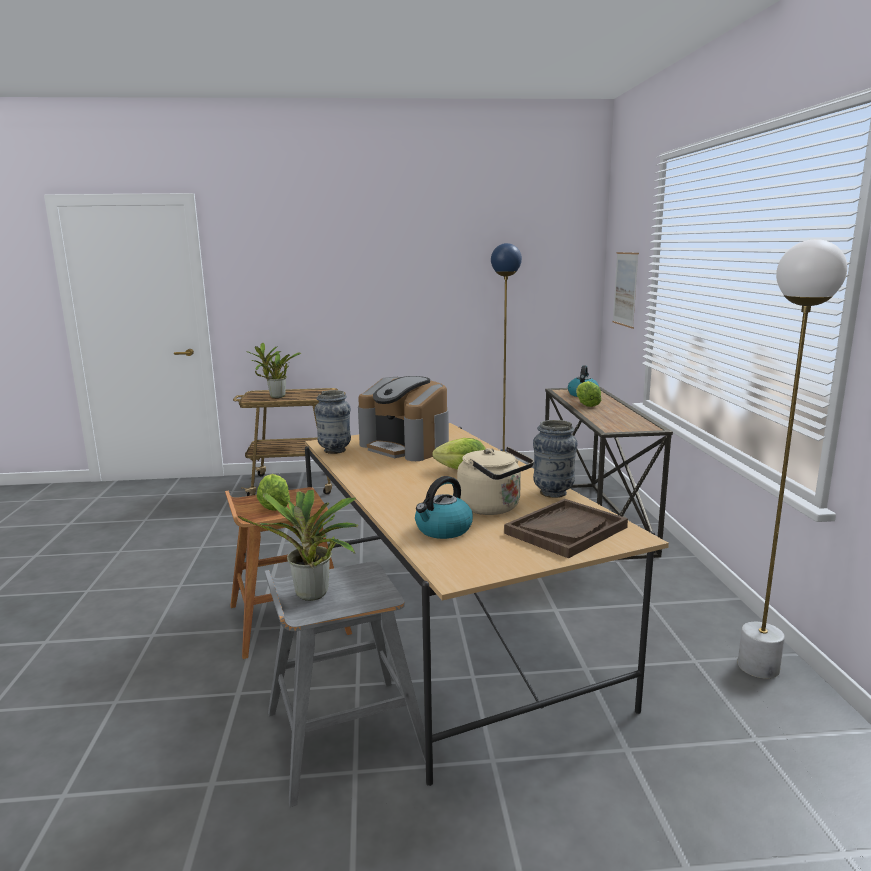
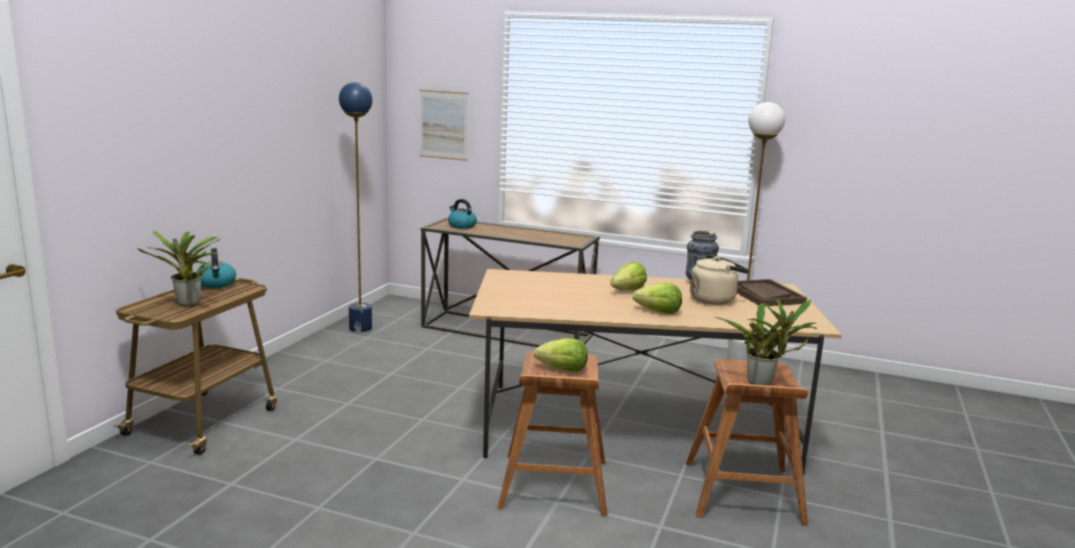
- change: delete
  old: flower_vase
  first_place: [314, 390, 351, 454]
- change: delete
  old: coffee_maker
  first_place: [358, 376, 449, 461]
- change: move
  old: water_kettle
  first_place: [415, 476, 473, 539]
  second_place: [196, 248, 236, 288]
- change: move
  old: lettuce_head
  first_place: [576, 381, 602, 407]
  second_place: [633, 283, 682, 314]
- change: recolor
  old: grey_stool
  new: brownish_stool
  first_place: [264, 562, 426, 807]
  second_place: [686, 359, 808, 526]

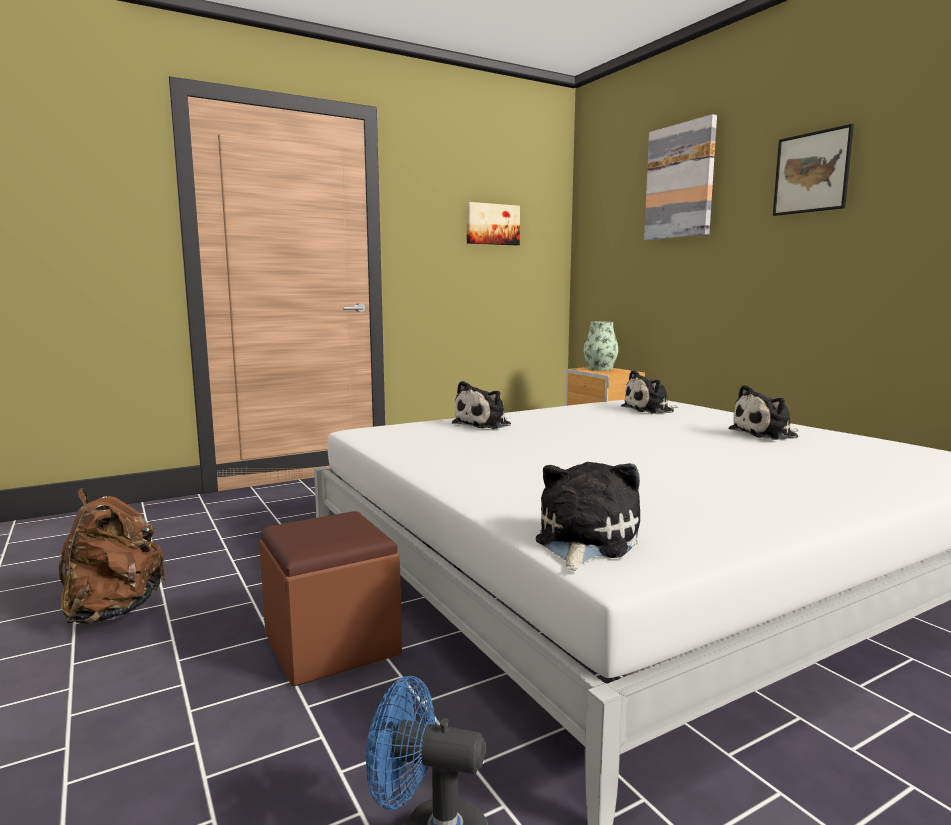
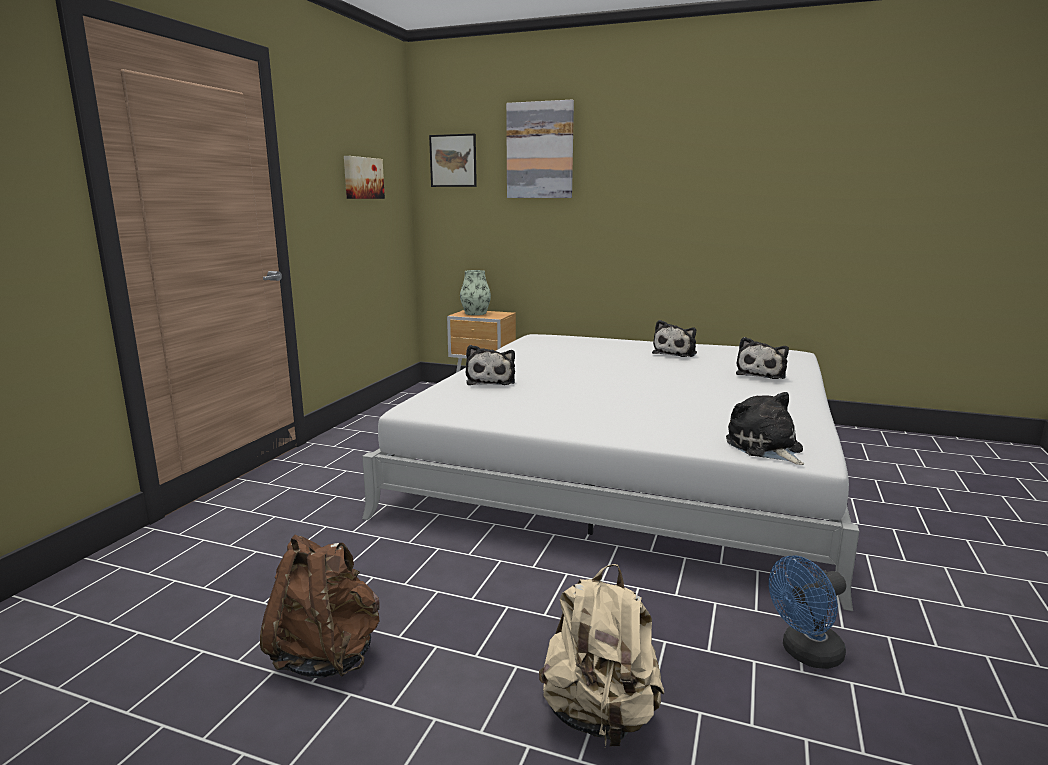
- change: delete
  old: brownish_ottoman
  first_place: [259, 511, 402, 687]
- change: insert
  new: beige-coloured_rucksack
  second_place: [539, 564, 664, 748]
- change: move
  old: soft_toy
  first_place: [621, 370, 677, 414]
  second_place: [736, 337, 789, 379]
- change: move
  old: picture
  first_place: [773, 124, 854, 216]
  second_place: [429, 134, 477, 187]

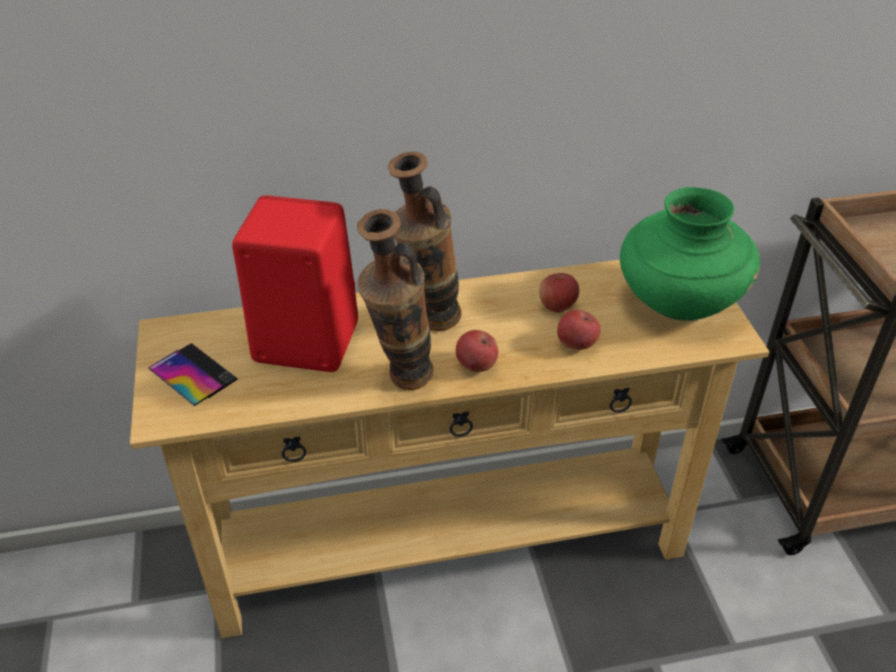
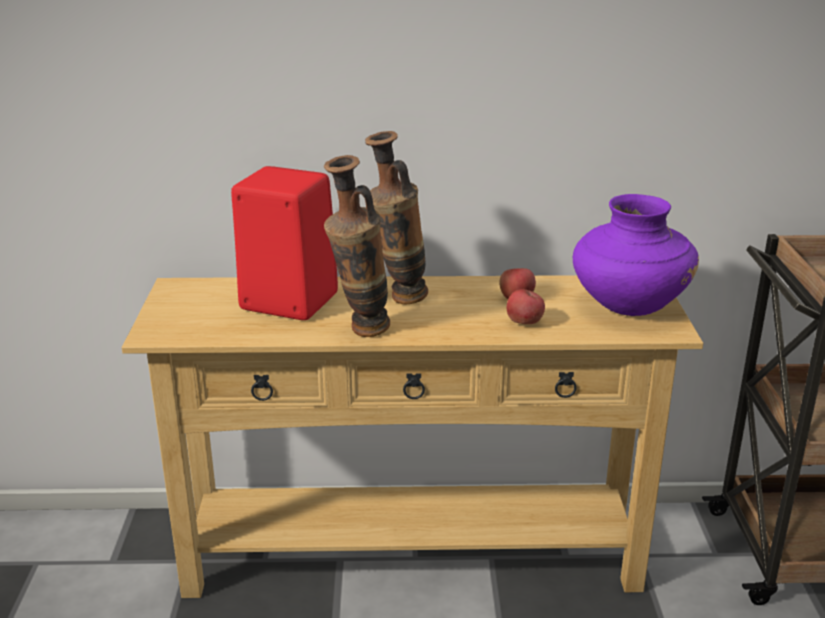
- change: delete
  old: handset
  first_place: [148, 343, 238, 406]
- change: delete
  old: apple_fruit
  first_place: [456, 330, 498, 372]
- change: recolor
  old: green-coloured_flower_vase
  new: purplish_flower_vase
  first_place: [620, 187, 760, 321]
  second_place: [573, 194, 699, 316]

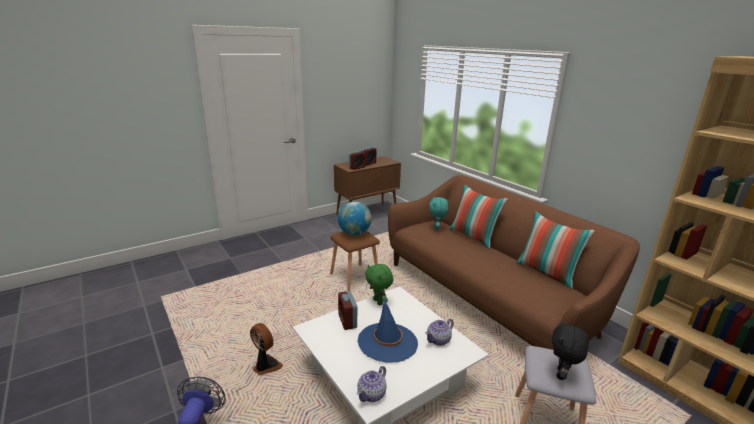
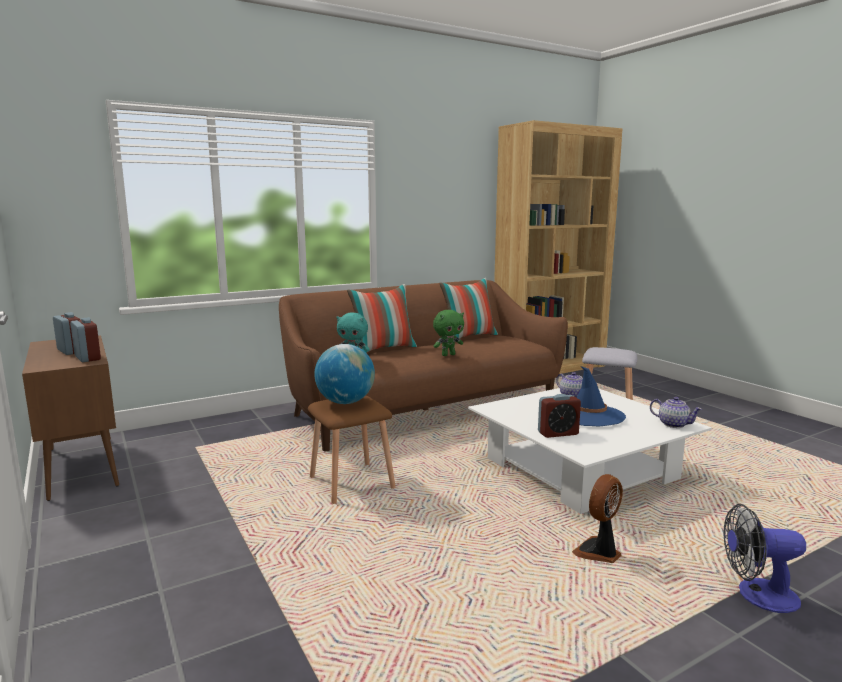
- change: delete
  old: blackish_soft_toy
  first_place: [552, 320, 589, 380]
- change: move
  old: green-coloured_soft_toy
  first_place: [365, 264, 394, 305]
  second_place: [433, 310, 464, 356]

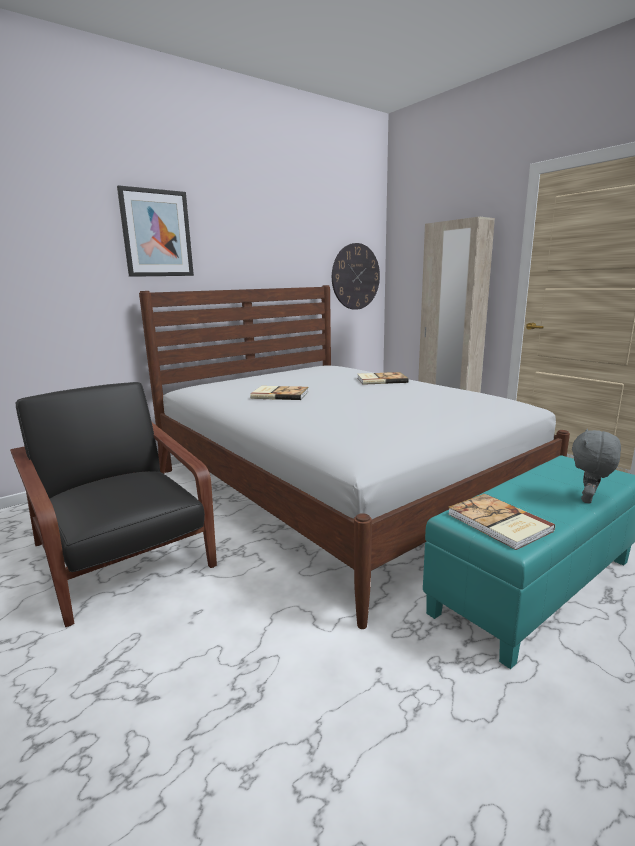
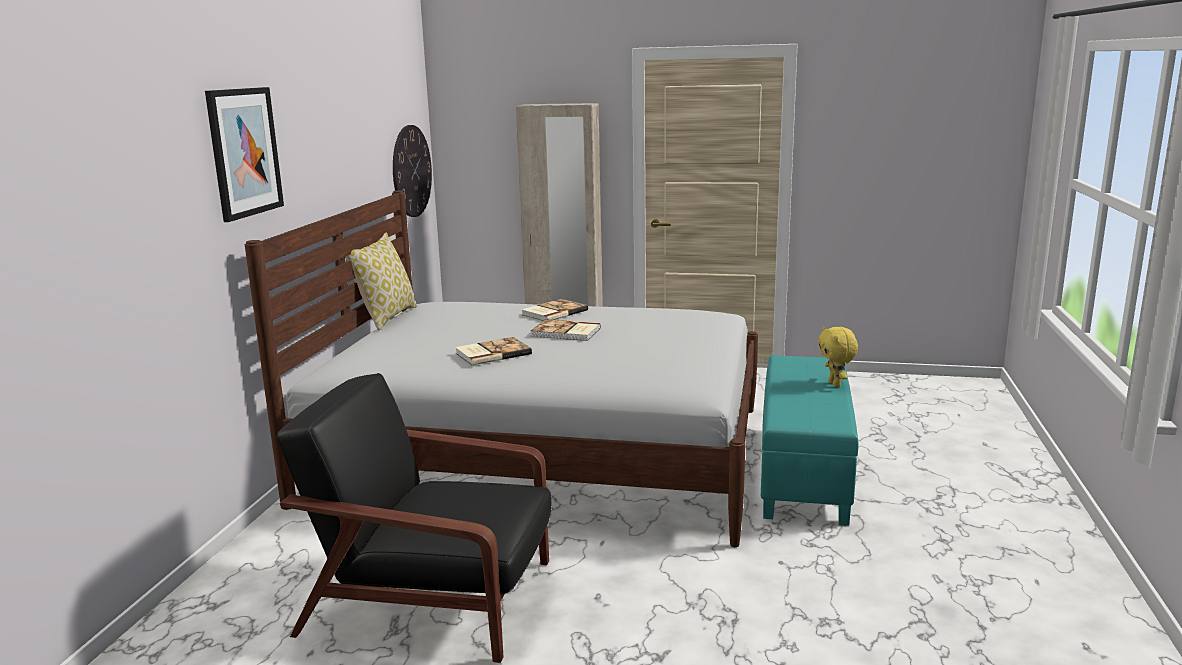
- change: insert
  new: cushion
  second_place: [346, 233, 417, 330]
- change: move
  old: book
  first_place: [448, 494, 555, 550]
  second_place: [531, 319, 601, 341]
- change: recolor
  old: grey_soft_toy
  new: yellowish_soft_toy
  first_place: [572, 429, 621, 504]
  second_place: [818, 327, 858, 387]

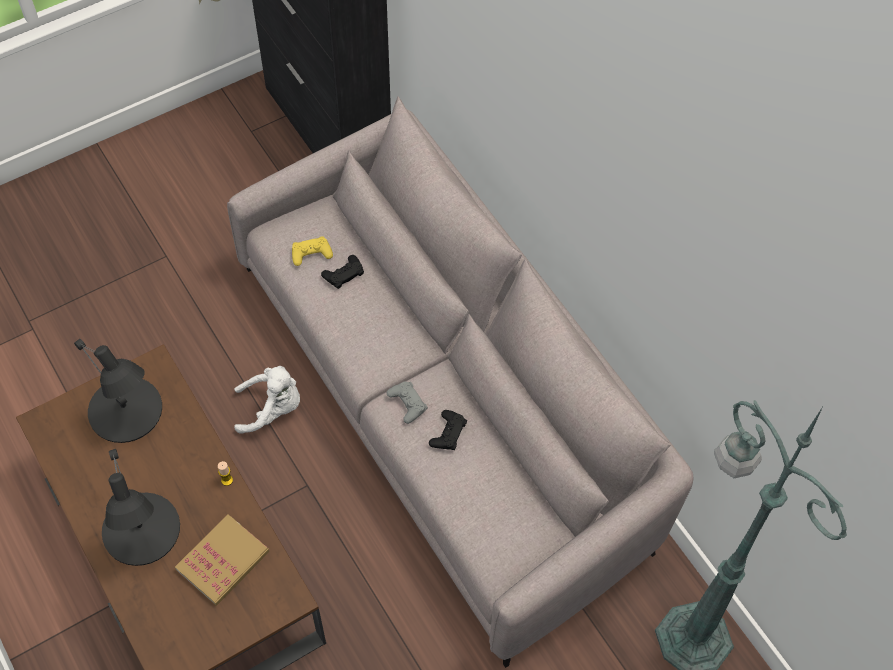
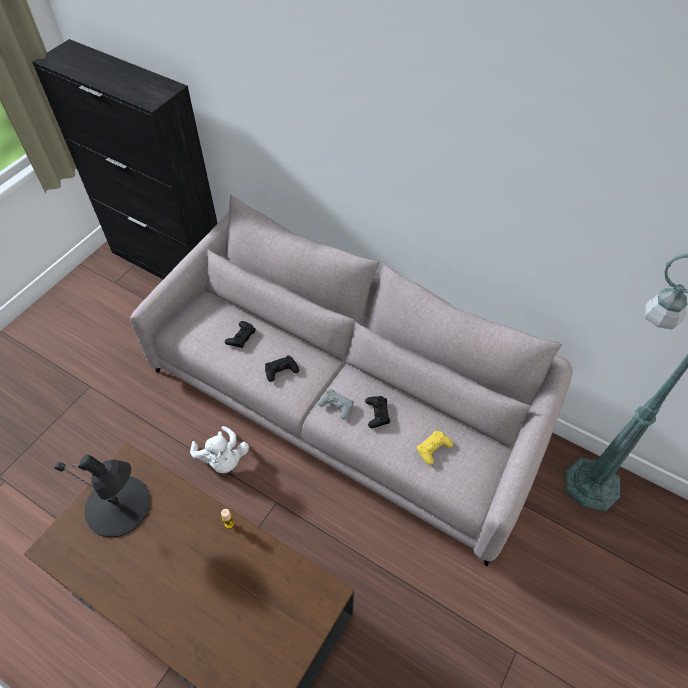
- change: delete
  old: blackish_lamp_for_a_table
  first_place: [102, 449, 180, 566]
- change: delete
  old: book
  first_place: [175, 514, 269, 606]
- change: insert
  new: blackish_joypad
  second_place: [265, 356, 299, 382]
- change: move
  old: yellowish_joypad
  first_place: [292, 236, 333, 266]
  second_place: [416, 430, 453, 465]
- change: rotate
  old: white_soft_toy
  first_place: [234, 366, 300, 434]
  second_place: [190, 426, 249, 473]
  degrees: 90

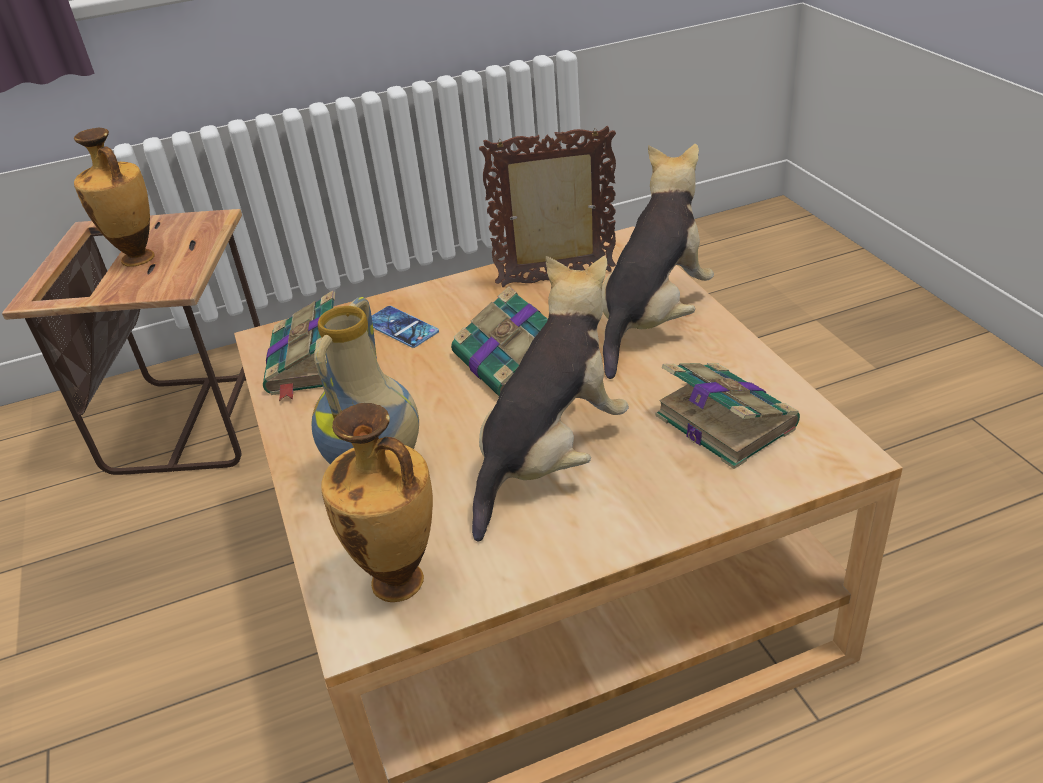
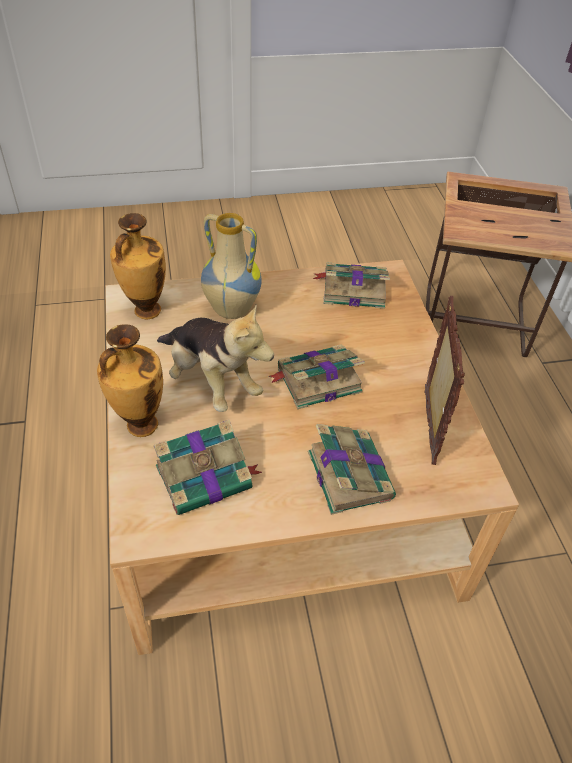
- change: delete
  old: handset
  first_place: [372, 306, 439, 348]
- change: move
  old: flower_vase
  first_place: [74, 128, 155, 267]
  second_place: [97, 324, 163, 437]
- change: replace
  old: soft_toy
  new: book
  first_place: [602, 144, 714, 379]
  second_place: [308, 424, 396, 515]

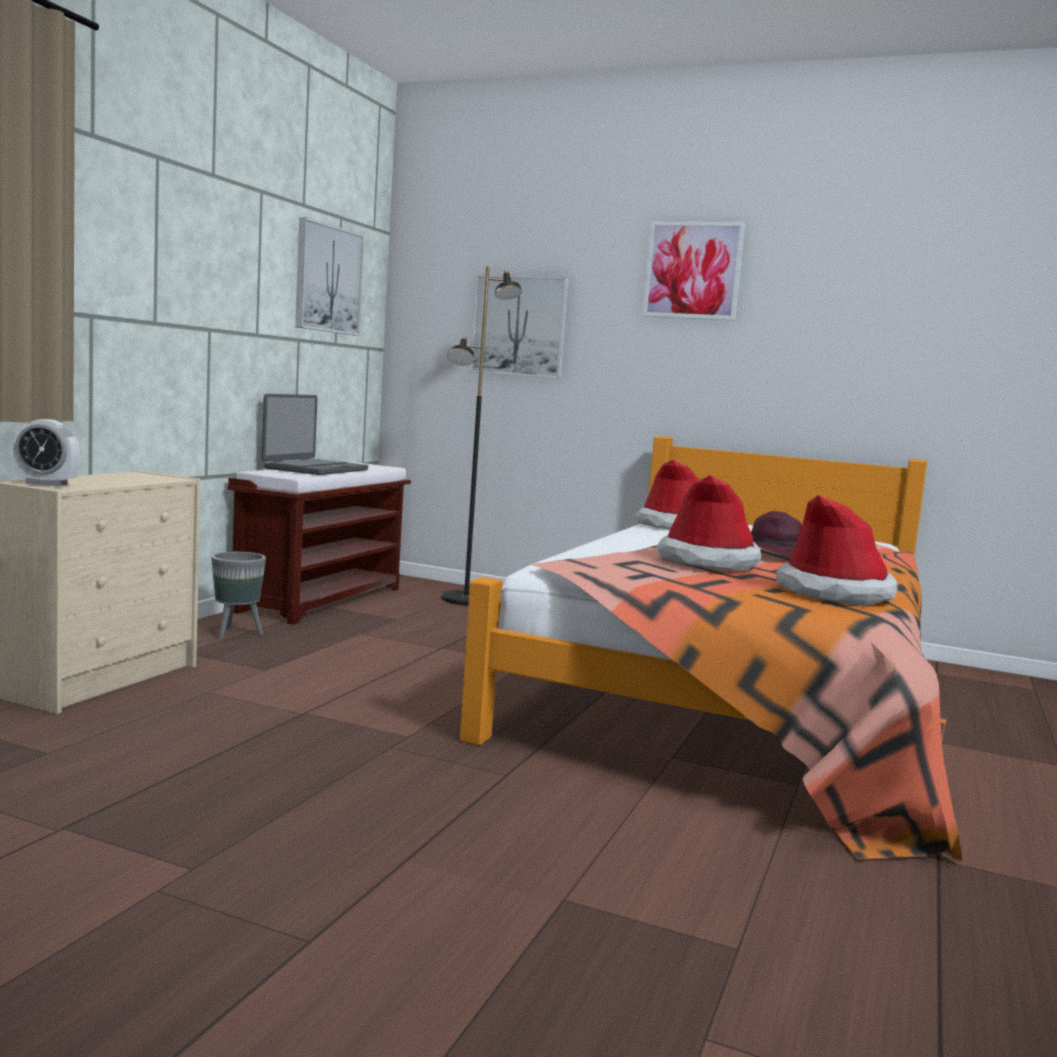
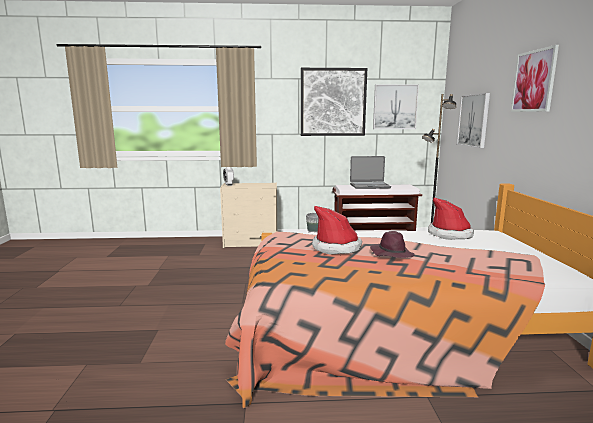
- change: delete
  old: hat
  first_place: [776, 495, 897, 606]
- change: insert
  new: picture
  second_place: [301, 68, 367, 136]

